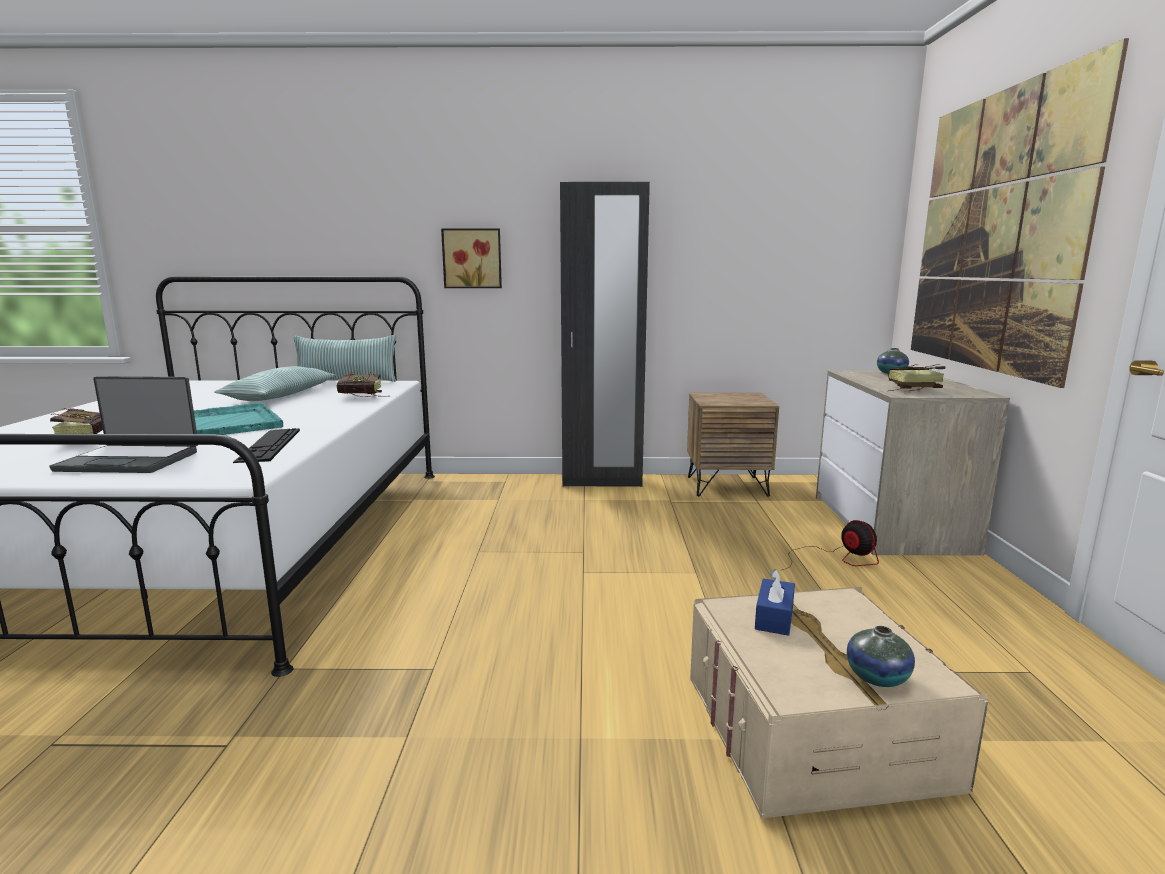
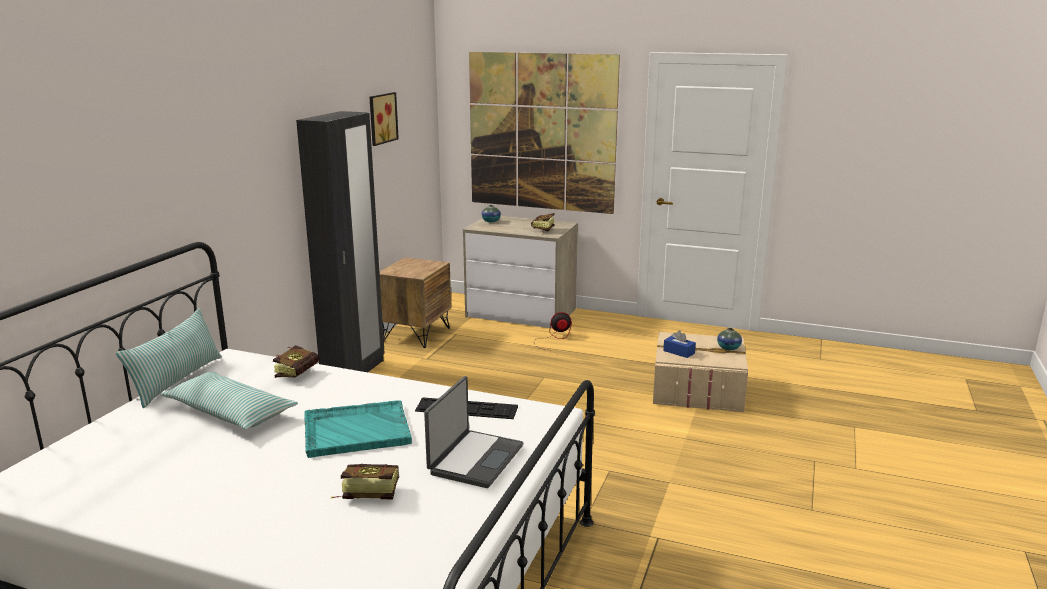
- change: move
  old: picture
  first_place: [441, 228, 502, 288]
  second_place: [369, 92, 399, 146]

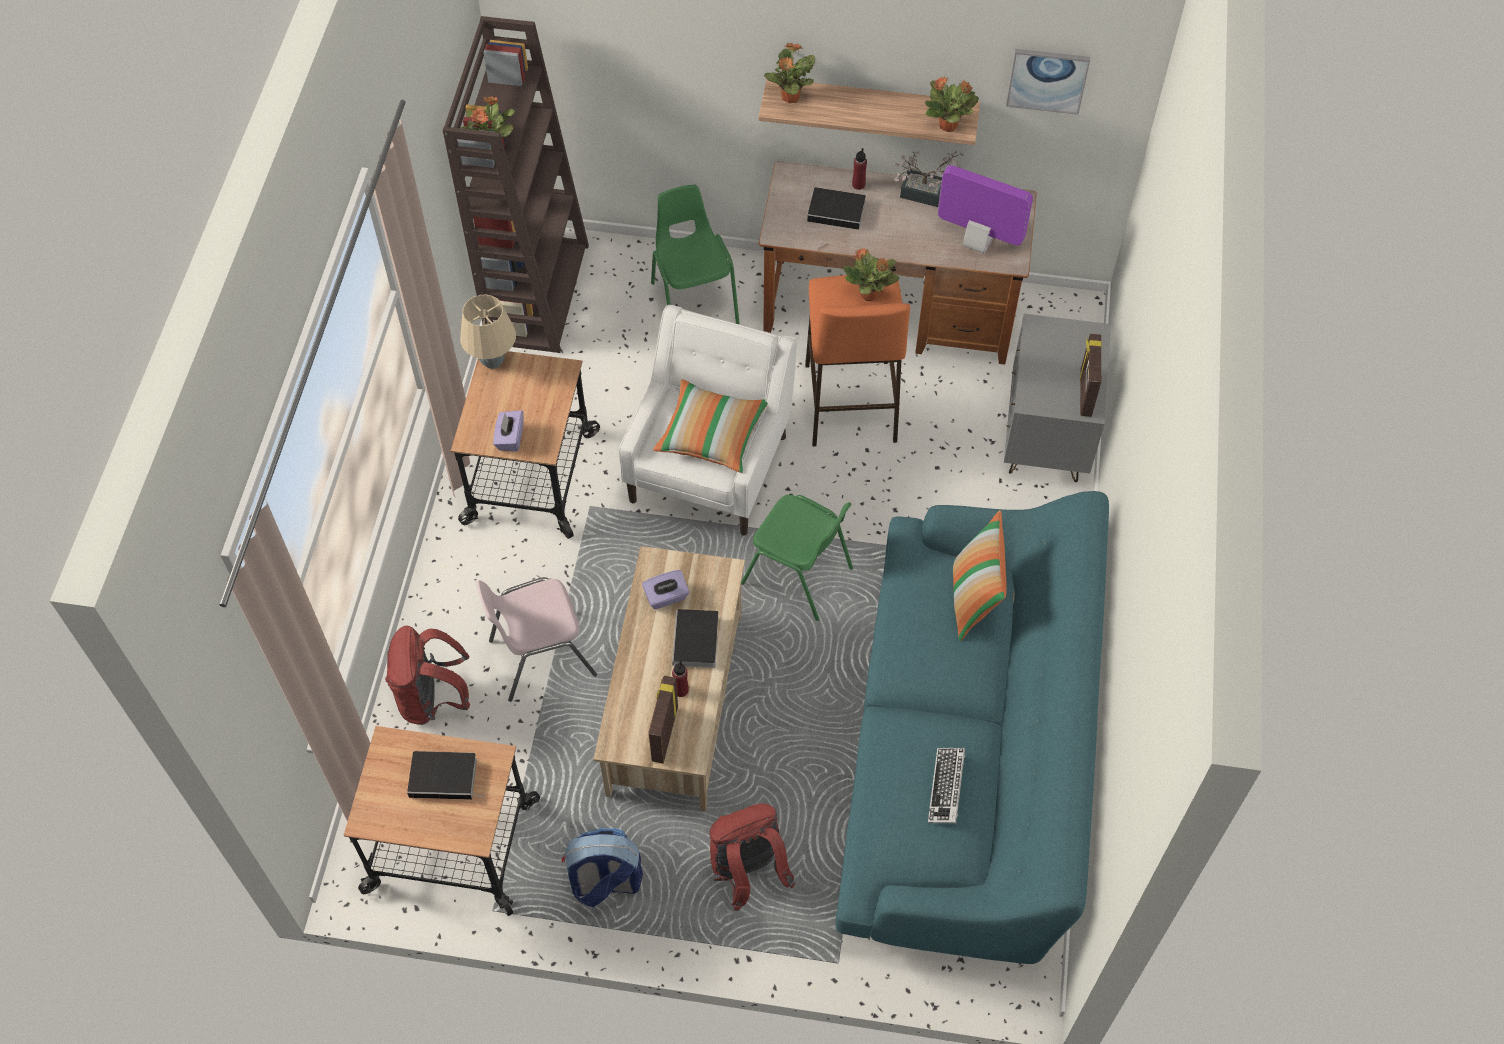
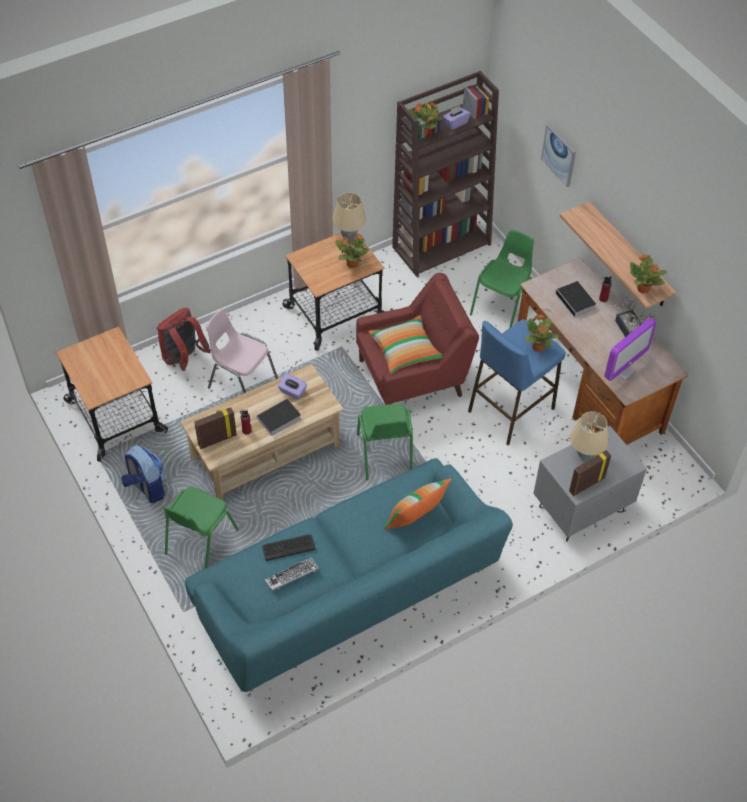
- change: delete
  old: book
  first_place: [407, 751, 485, 800]
- change: insert
  new: PC_keyboard
  second_place: [262, 534, 316, 561]
- change: insert
  new: beige-coloured_lamp_for_a_table
  second_place: [570, 411, 608, 460]
- change: move
  old: purplish_tissue_box
  first_place: [493, 410, 524, 452]
  second_place: [443, 106, 470, 130]
- change: move
  old: plant_in_a_pot
  first_place: [764, 42, 815, 103]
  second_place: [335, 233, 369, 268]
- change: move
  old: picture
  first_place: [1006, 49, 1090, 115]
  second_place: [541, 124, 576, 187]
- change: replace
  old: red_rucksack
  new: green-coloured_plain_chair
  first_place: [709, 803, 796, 911]
  second_place: [162, 487, 239, 568]
- change: recolor
  old: white_lounge_chair
  new: red_lounge_chair
  first_place: [619, 305, 797, 536]
  second_place: [356, 273, 479, 405]
- change: recolor
  old: orange-coloured_stool
  new: bluish_stool
  first_place: [805, 275, 910, 446]
  second_place: [468, 319, 566, 445]
- change: rotate
  old: computer_display
  first_place: [938, 165, 1033, 253]
  second_place: [604, 318, 657, 381]
  degrees: 60

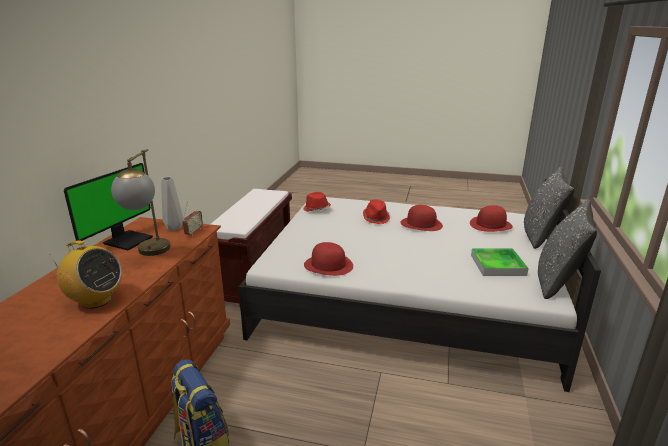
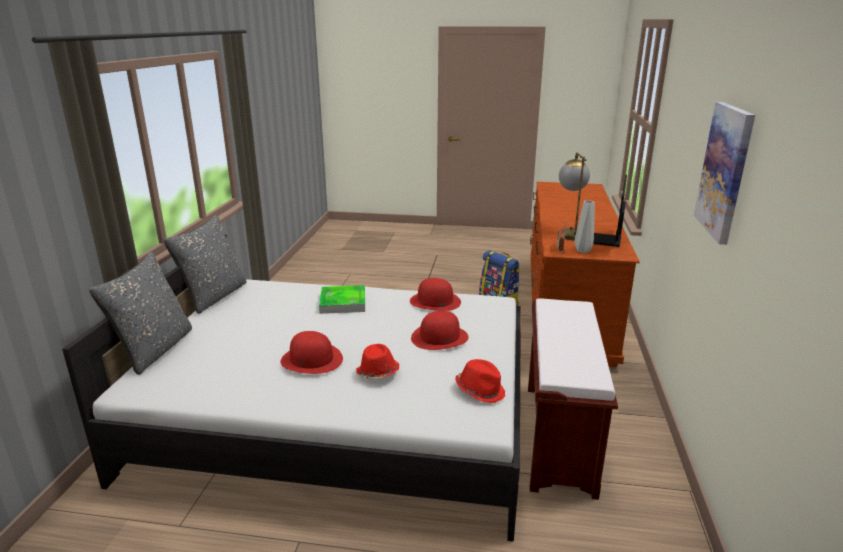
- change: delete
  old: radio
  first_place: [51, 240, 122, 309]
- change: insert
  new: picture
  second_place: [694, 102, 755, 245]
- change: move
  old: red_hat
  first_place: [470, 205, 513, 232]
  second_place: [411, 311, 469, 350]
- change: move
  old: tray
  first_place: [471, 248, 529, 276]
  second_place: [319, 285, 365, 314]

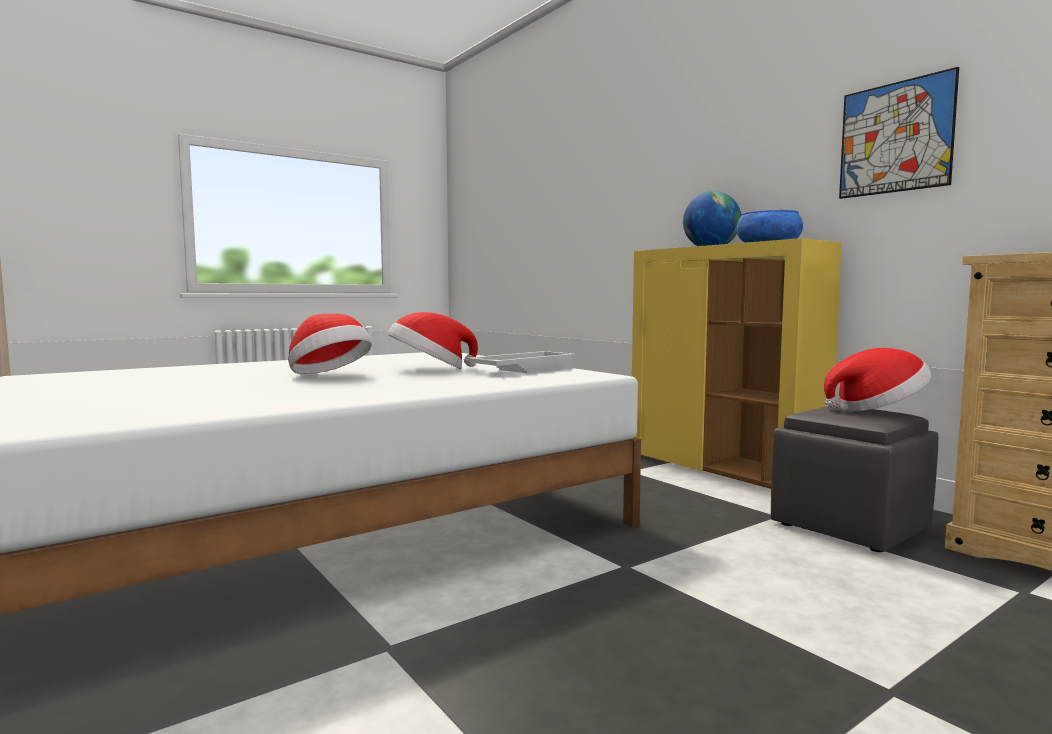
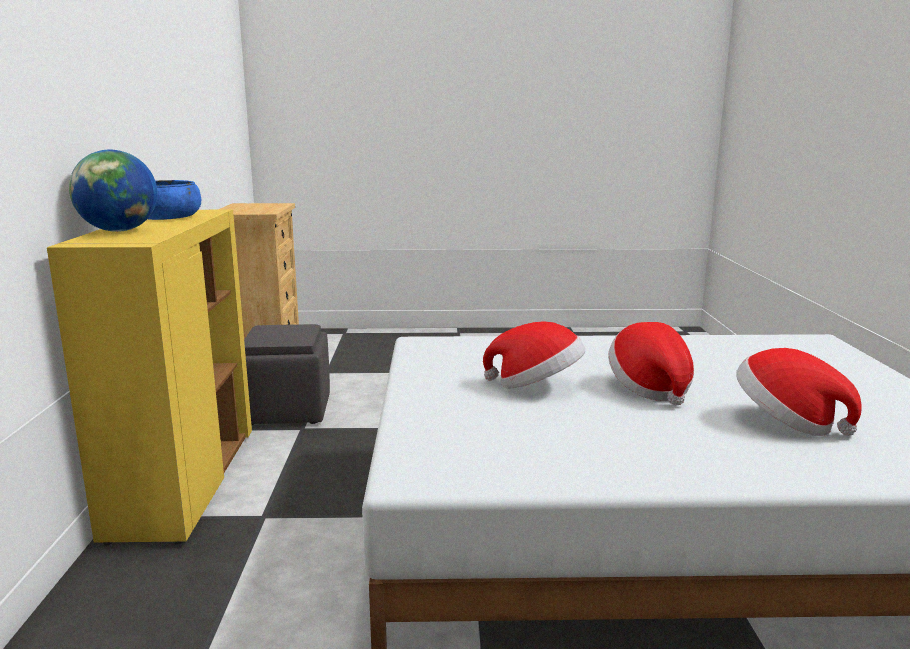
- change: delete
  old: white_tray
  first_place: [466, 351, 575, 373]
- change: delete
  old: picture
  first_place: [839, 67, 959, 199]
- change: move
  old: hat
  first_place: [824, 348, 932, 411]
  second_place: [736, 348, 862, 436]

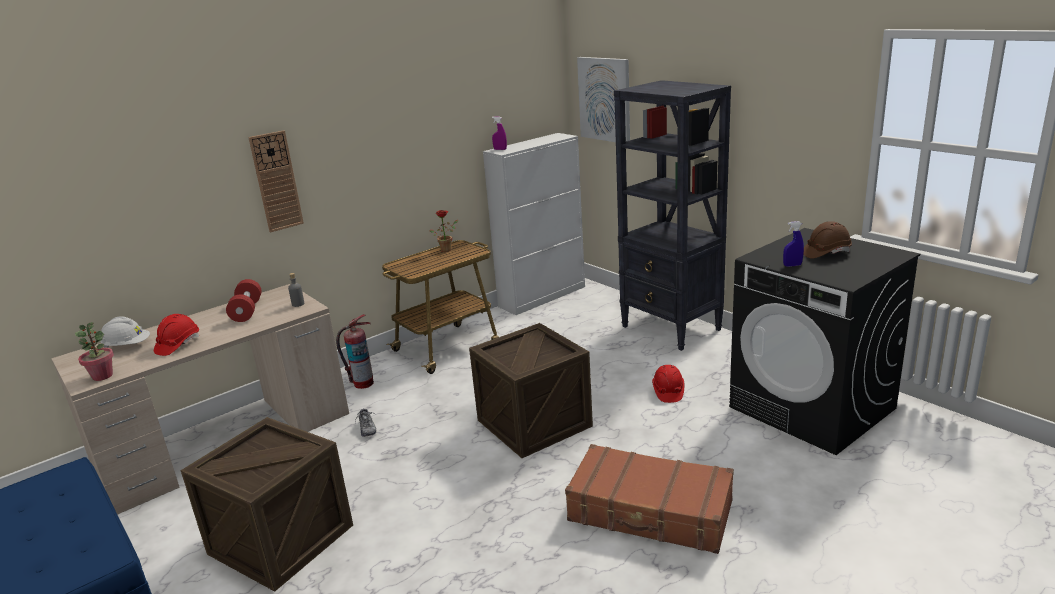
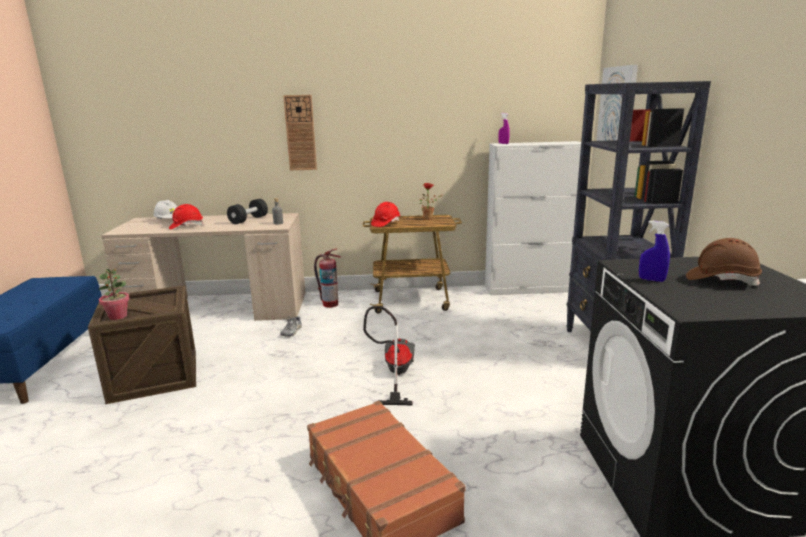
- change: move
  old: plant_in_a_pot
  first_place: [75, 322, 114, 381]
  second_place: [99, 269, 130, 320]
- change: move
  old: red_safety_helmet
  first_place: [652, 365, 684, 403]
  second_place: [371, 202, 400, 227]
- change: replace
  old: crate
  new: vacuum
  first_place: [469, 323, 593, 458]
  second_place: [363, 306, 415, 406]
- change: recolor
  old: red_dumbbell
  new: blackish_dumbbell
  first_place: [226, 279, 262, 322]
  second_place: [227, 199, 268, 224]

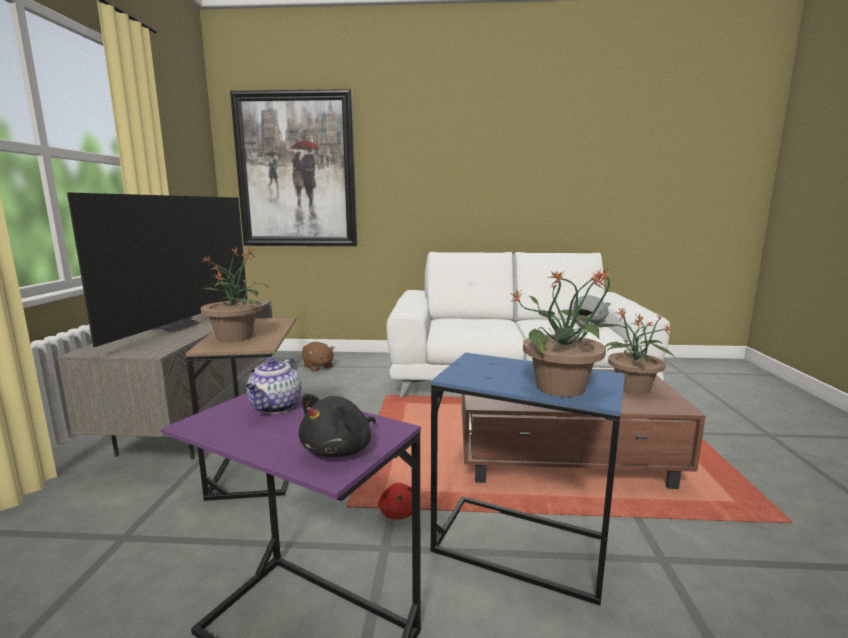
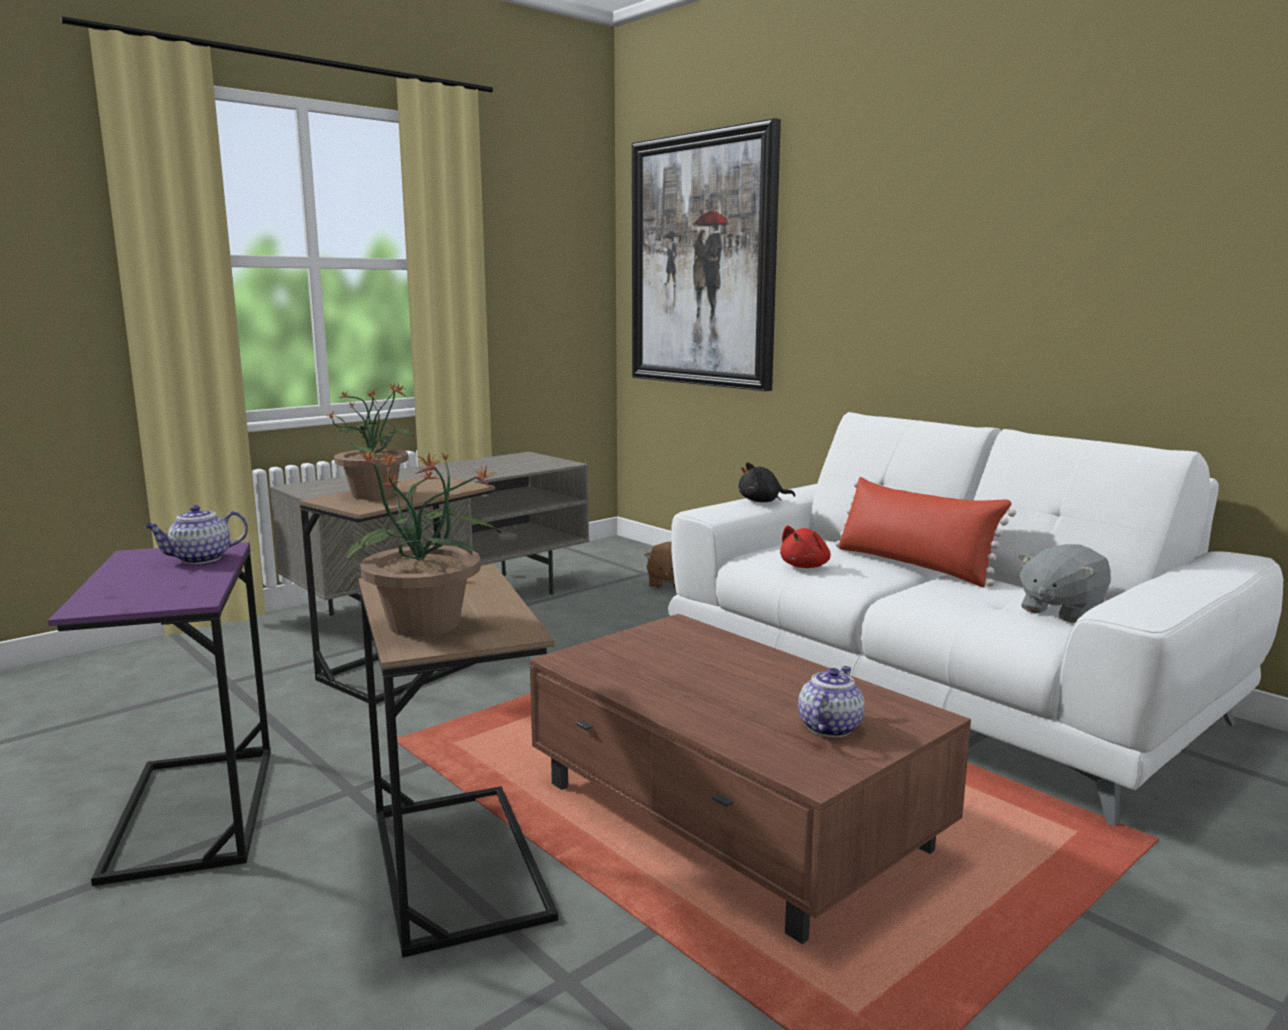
- change: delete
  old: television
  first_place: [67, 192, 247, 347]
- change: insert
  new: red_cushion
  second_place: [835, 477, 1016, 587]
- change: move
  old: blackish_soft_toy
  first_place: [299, 393, 376, 457]
  second_place: [739, 462, 795, 502]
- change: move
  old: red_soft_toy
  first_place: [378, 483, 412, 520]
  second_place: [780, 526, 831, 568]
- change: replace
  old: plant_in_a_pot
  new: teapot
  first_place: [605, 307, 674, 395]
  second_place: [798, 666, 865, 737]
- change: recolor
  old: bluish_side_table
  new: brownish_side_table
  first_place: [431, 353, 625, 605]
  second_place: [359, 565, 558, 957]

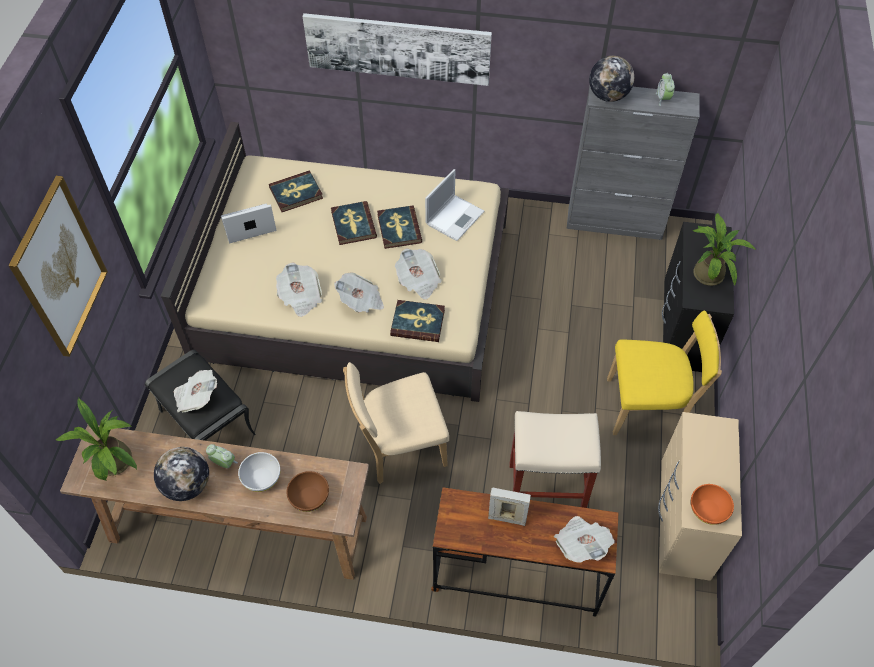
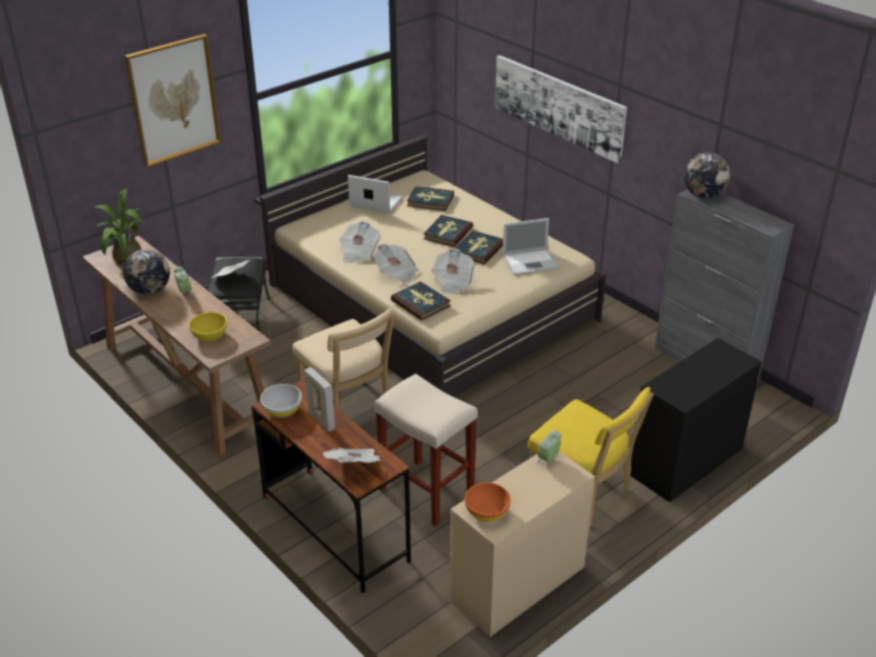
- change: delete
  old: plant_in_a_pot
  first_place: [693, 213, 756, 286]
- change: move
  old: white_bowl
  first_place: [238, 452, 280, 492]
  second_place: [260, 384, 302, 417]
- change: move
  old: bedside_clock
  first_place: [656, 73, 675, 106]
  second_place: [536, 430, 561, 464]
- change: recolor
  old: brownish_bowl
  new: yellowish_bowl
  first_place: [286, 471, 329, 512]
  second_place: [189, 312, 227, 342]
- change: rotate
  old: beige-coloured_plain_chair
  first_place: [343, 362, 449, 484]
  second_place: [293, 308, 394, 411]
  degrees: -150

